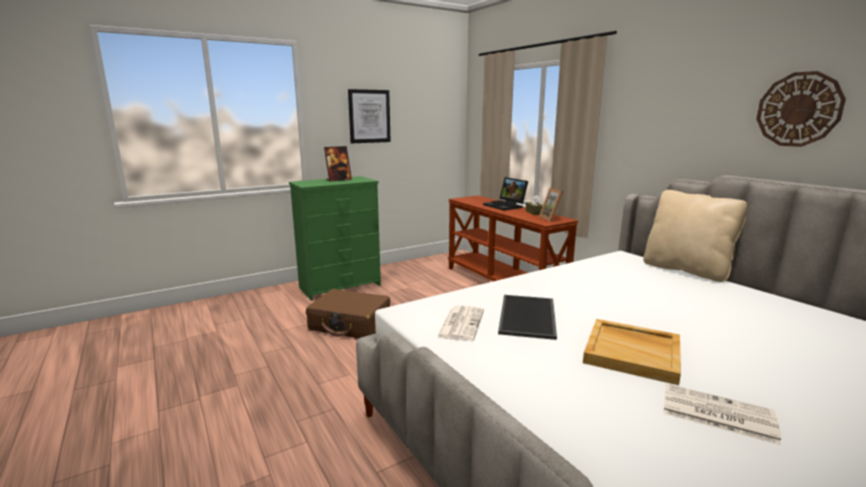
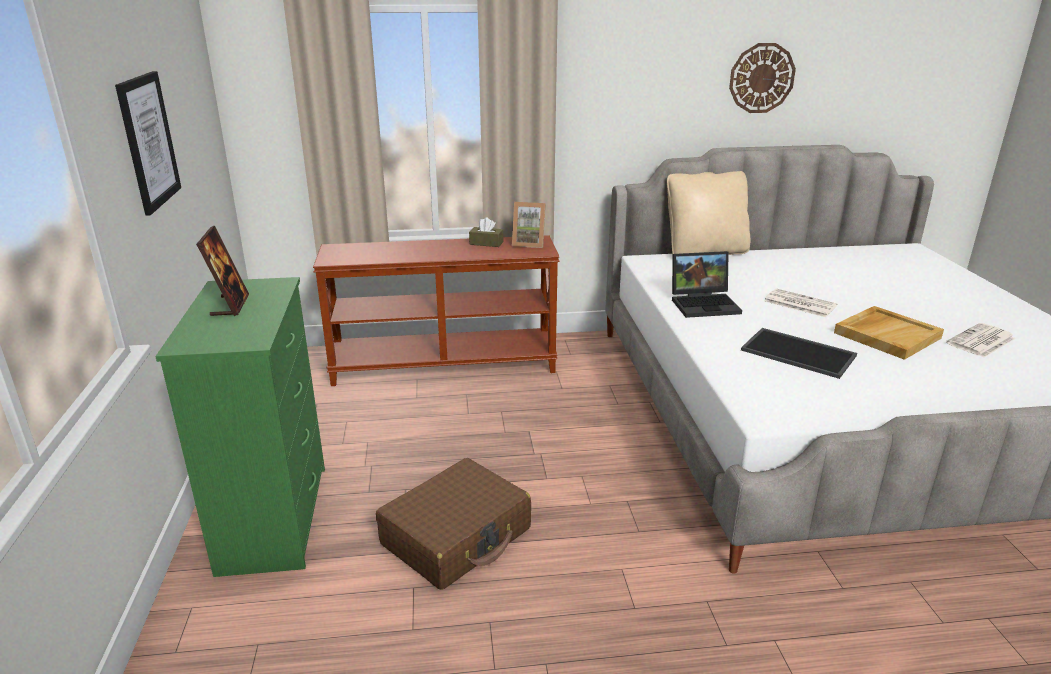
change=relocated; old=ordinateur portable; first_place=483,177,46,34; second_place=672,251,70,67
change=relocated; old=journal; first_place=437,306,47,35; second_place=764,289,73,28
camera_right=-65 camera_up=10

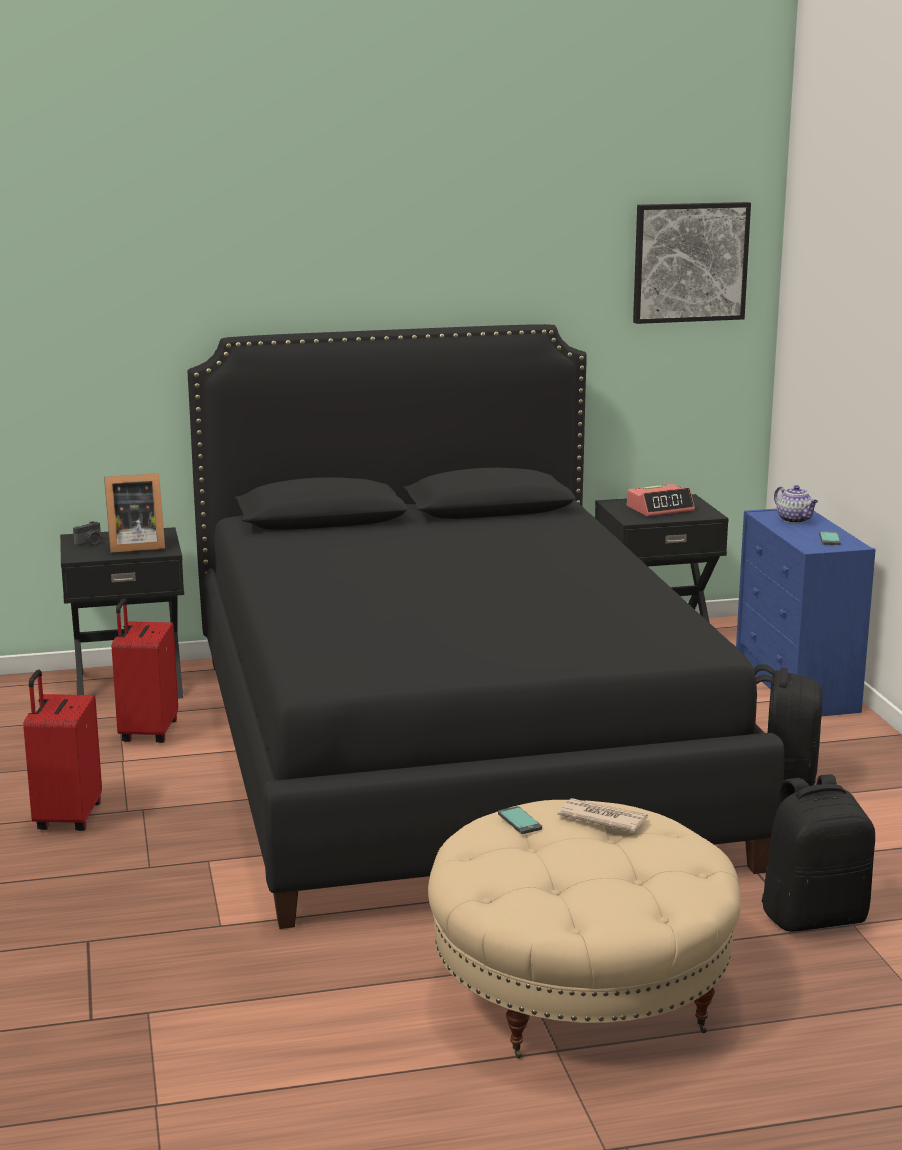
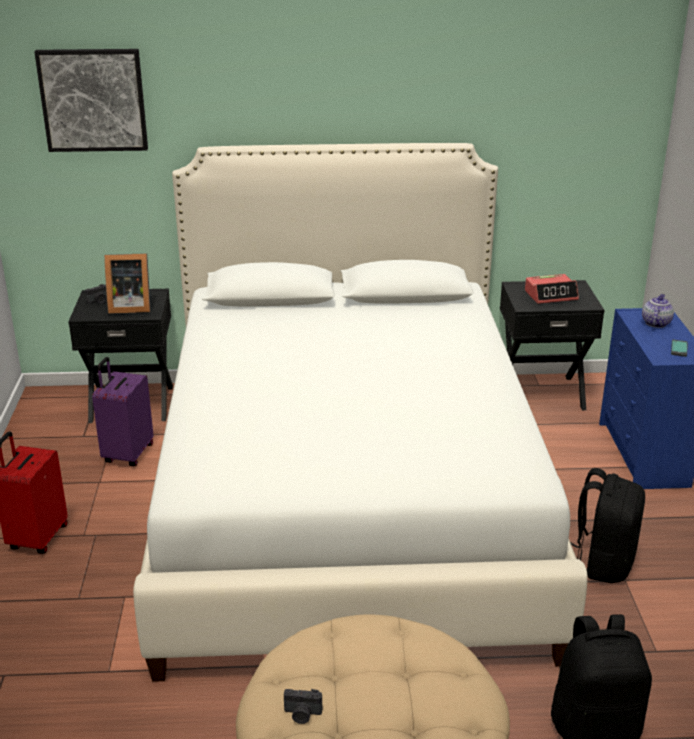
change=relocated; old=tableau; first_place=633,202,118,122; second_place=34,49,114,103
change=colour; old=lit/noir; new=lit/blanc; first_place=188,324,596,605; second_place=133,143,455,539
change=spun; old=théière; first_place=774,485,44,38; second_place=642,294,32,34; degrees=-135
change=colour; old=valise/rouge; new=valise/violet; first_place=112,598,66,145; second_place=92,357,61,109
change=missing; old=journal; first_place=557,798,91,34
change=missing; old=téléphone; first_place=498,806,44,28
change=appeared; new=appareil photo; second_place=284,689,38,35
camera_right=10 camera_up=10

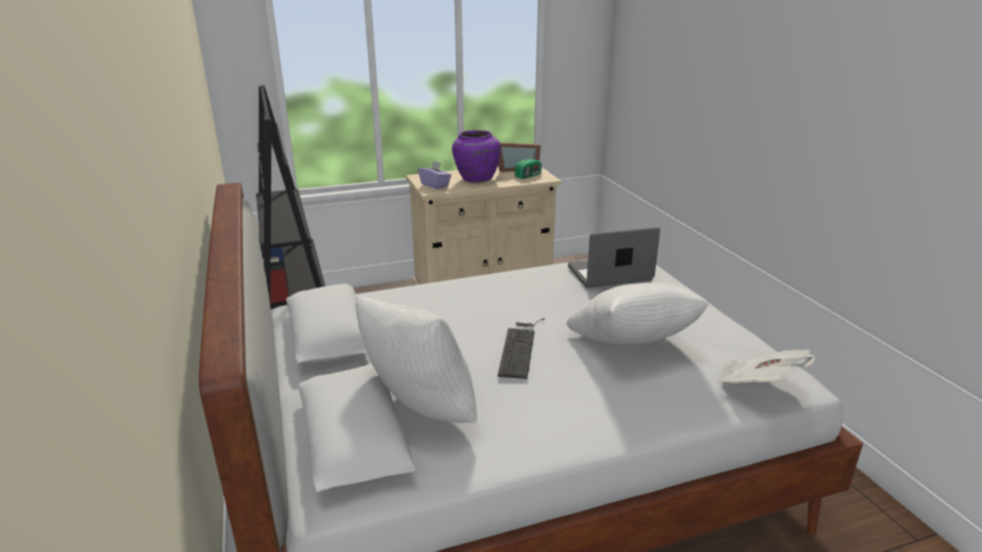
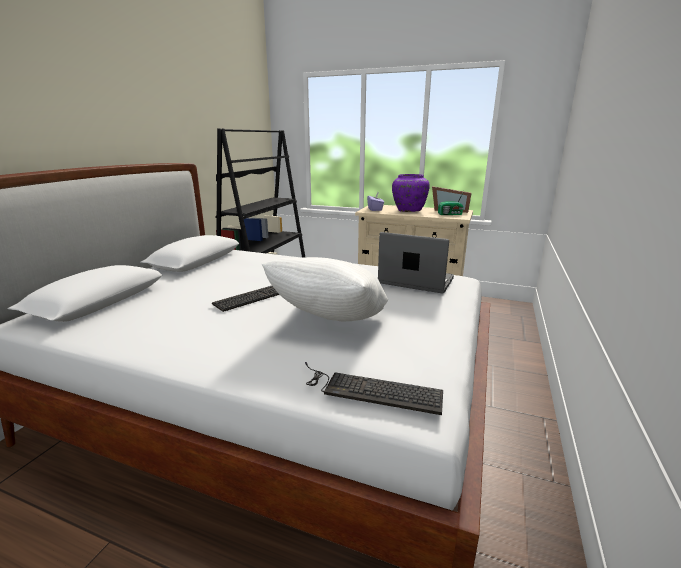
change=missing; old=coussin/blanc; first_place=355,297,122,126
change=exchanged; old=journal; new=clavier; first_place=718,350,97,33; second_place=305,362,138,53
camera_right=40 camera_up=-5

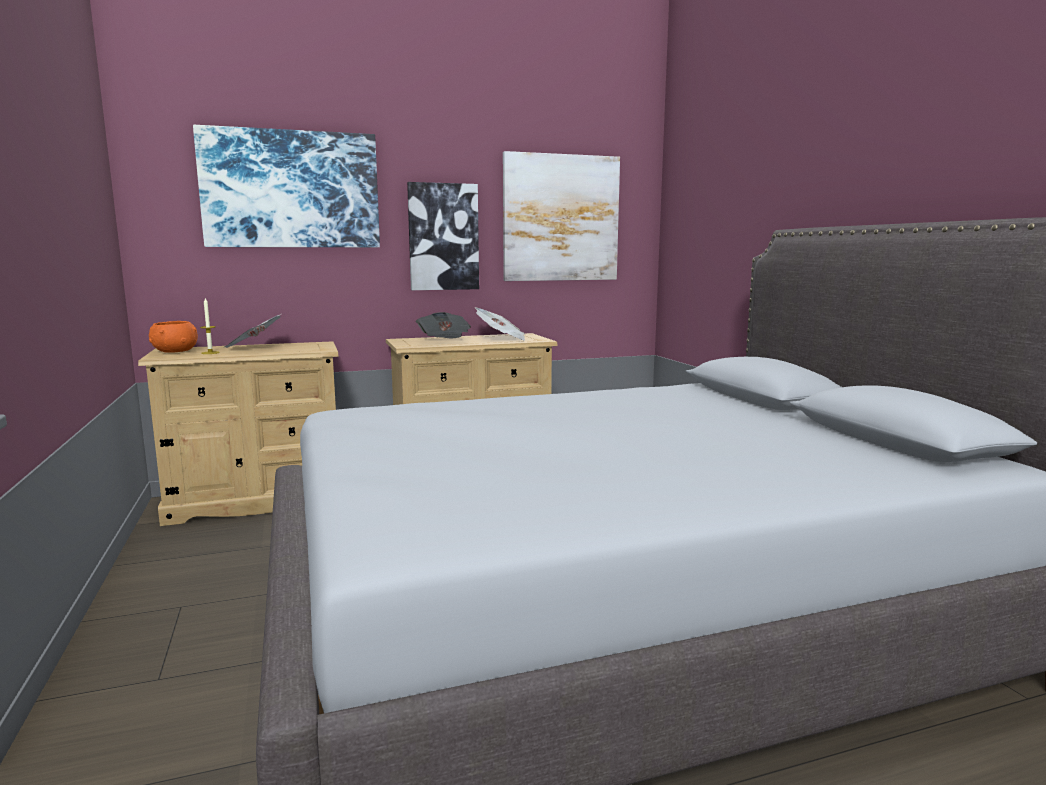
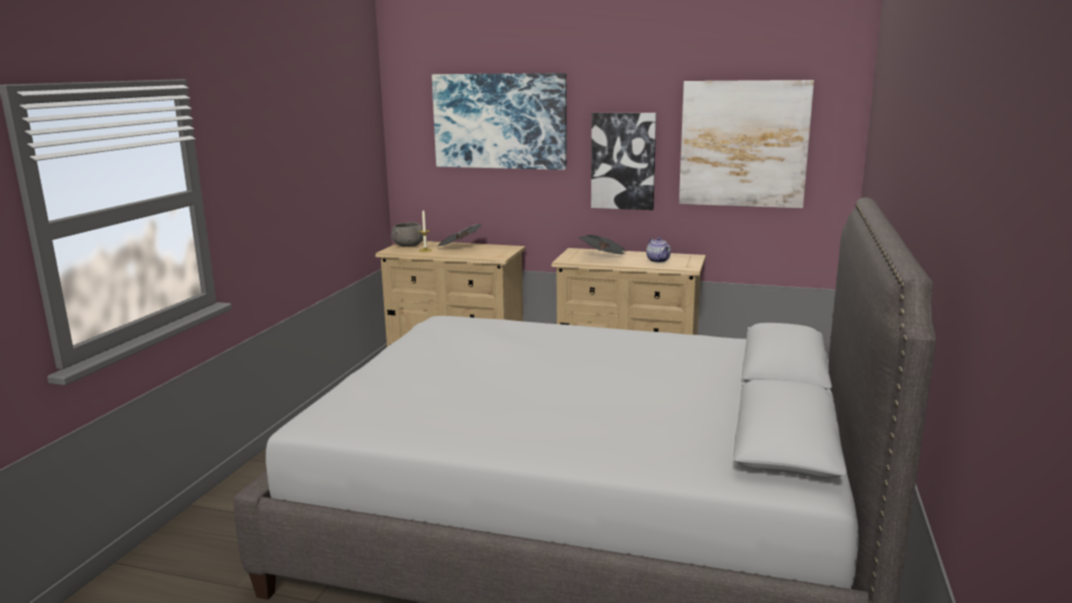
change=exchanged; old=journal; new=théière; first_place=475,307,50,34; second_place=646,237,25,25
change=colour; old=bol/orange; new=bol/gris; first_place=149,321,49,32; second_place=391,222,32,25
camera_right=35 camera_up=5

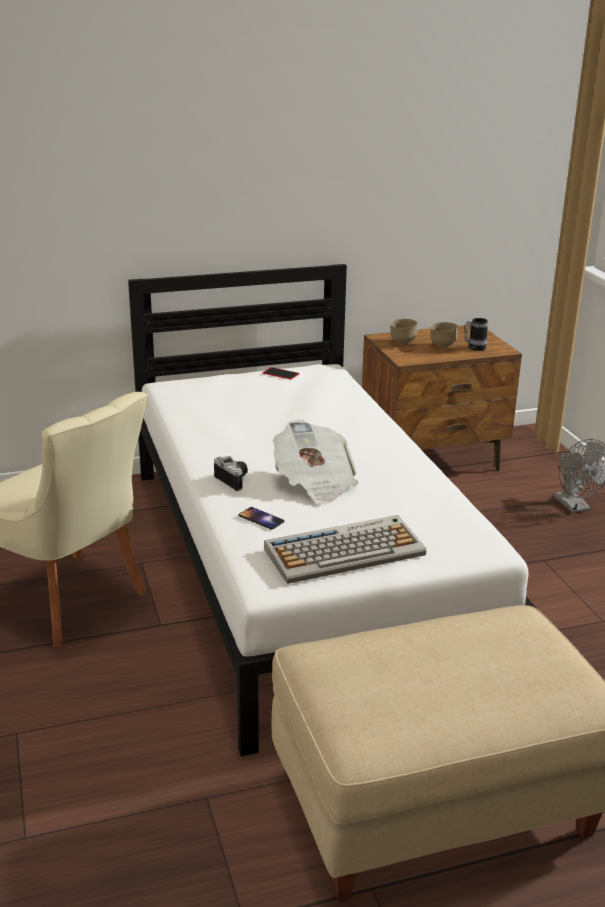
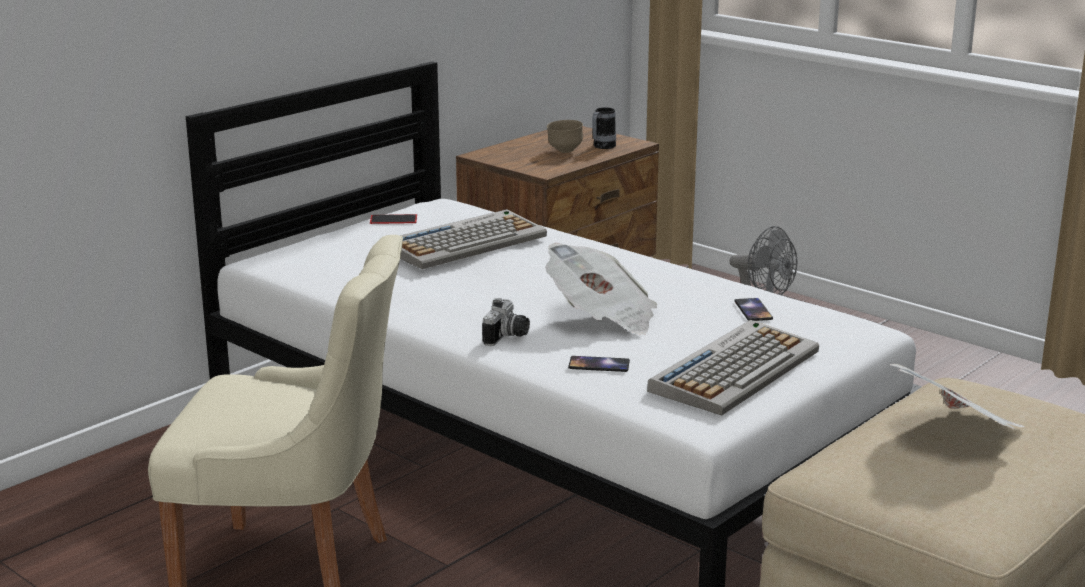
change=missing; old=bol/marron; first_place=390,319,28,26
change=spun; old=appareil photo; first_place=214,456,34,35; second_place=482,298,48,48; degrees=90
change=appeared; new=clavier; second_place=400,209,147,60
change=appeared; new=téléphone; second_place=734,298,39,23
change=appeared; new=journal; second_place=889,364,136,65
camera_right=-30 camera_up=-5

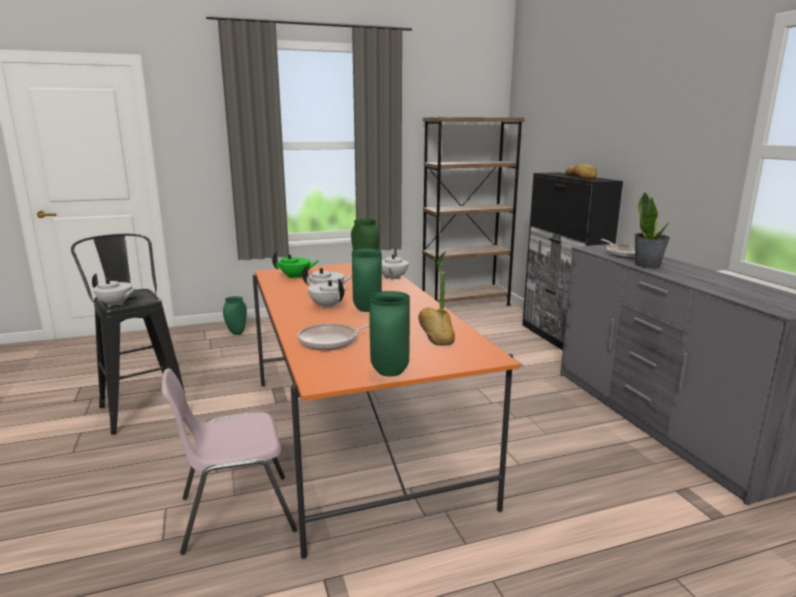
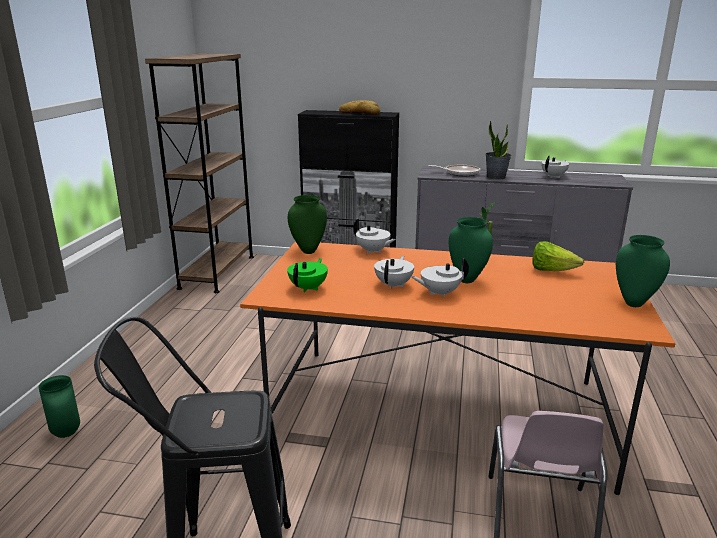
change=relocated; old=théière/blanc; first_place=92,273,44,34; second_place=541,156,28,22
change=exchanged; old=pain; new=laitue; first_place=418,307,37,38; second_place=532,241,52,30
change=missing; old=poêle; first_place=298,323,72,27
camera_right=-60 camera_up=5

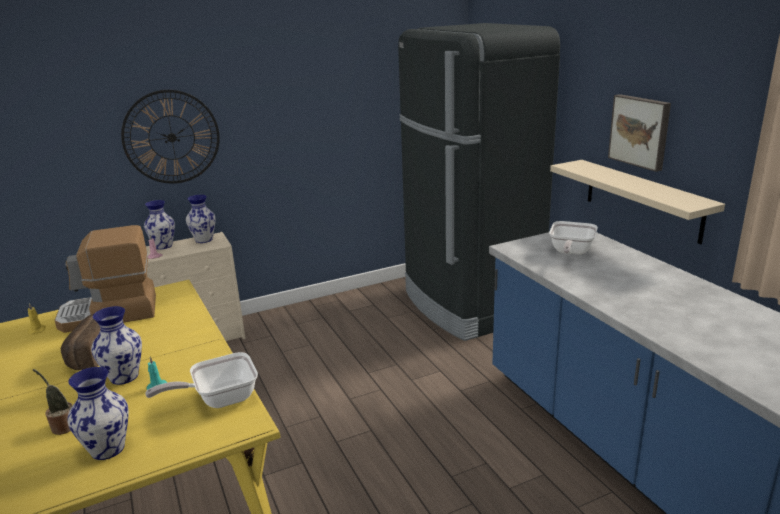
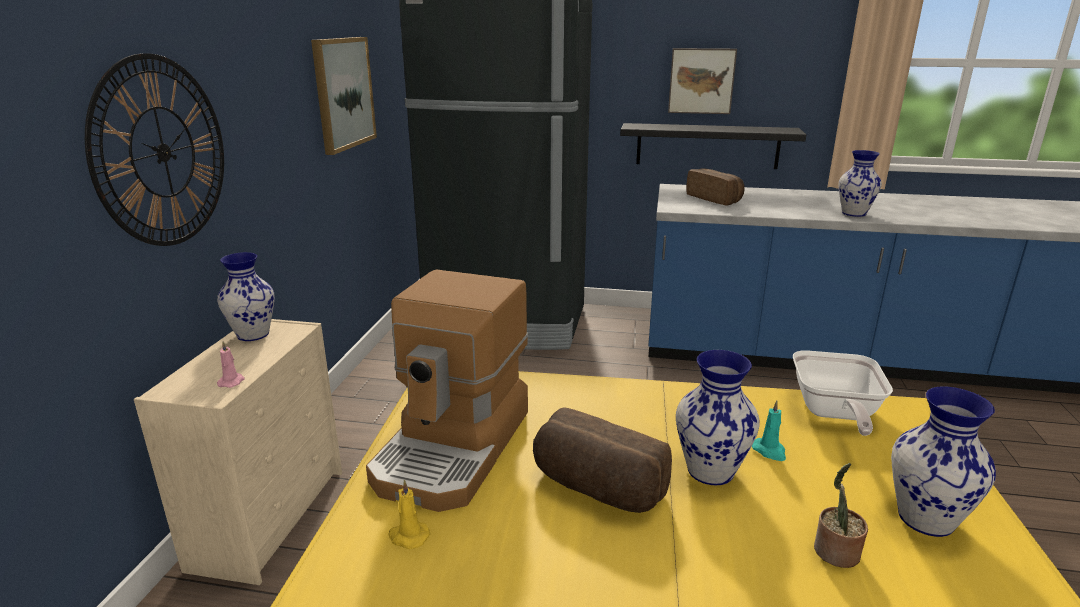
change=colour; old=étagère/beige; new=étagère/noir; first_place=550,160,175,85; second_place=620,123,186,46
change=relocated; old=vase; first_place=144,200,31,50; second_place=838,150,44,67
change=exchanged; old=poêle; new=pain; first_place=549,221,49,34; second_place=686,168,59,38
change=appeared; new=tableau; second_place=311,37,66,118
camera_right=-55 camera_up=0

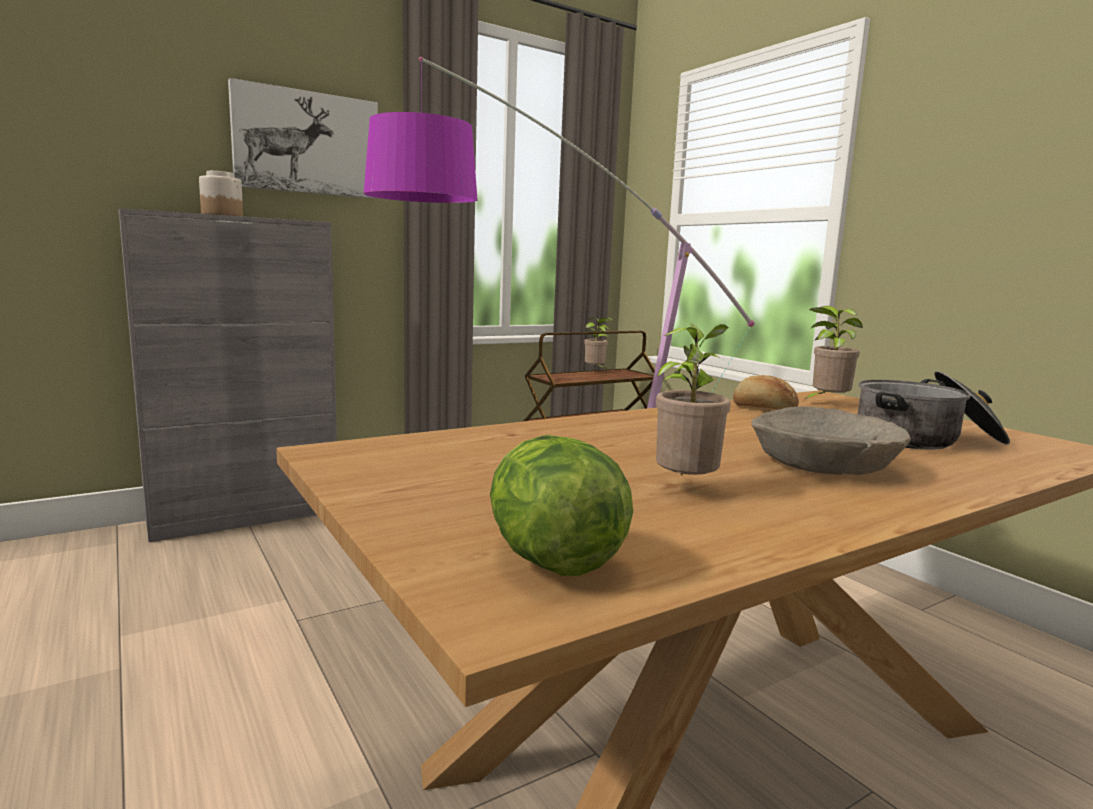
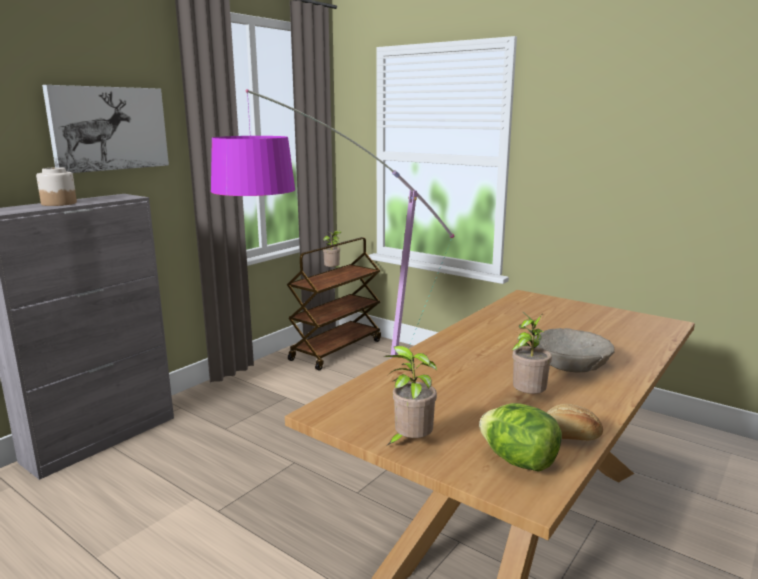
change=relocated; old=plante en pot; first_place=803,306,60,95; second_place=383,346,54,99
change=missing; old=marmite; first_place=858,371,152,79
change=relocated; old=pain; first_place=733,375,66,35; second_place=547,404,56,36
camera_right=-20 camera_up=5

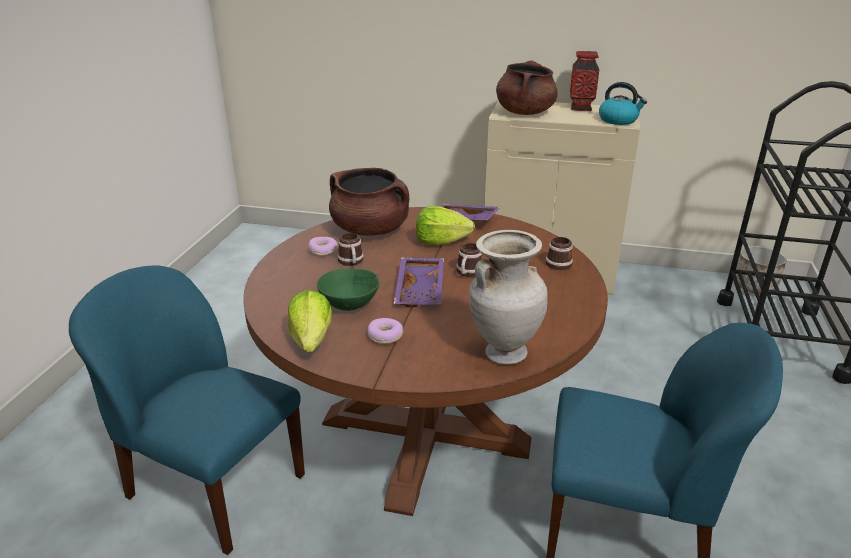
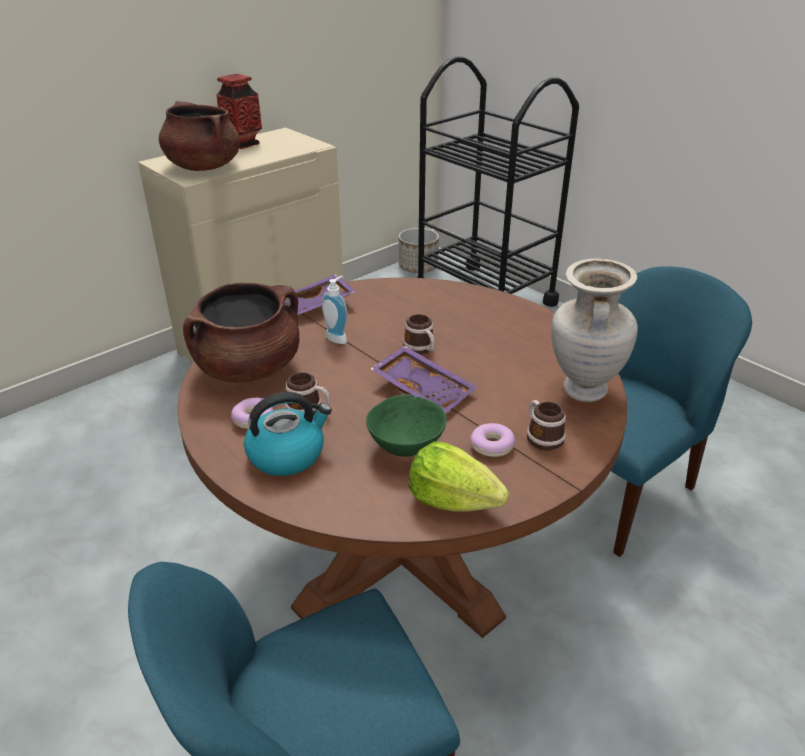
change=relocated; old=bouilloire; first_place=599,82,48,43; second_place=244,392,88,84
change=exchanged; old=laitue; new=distributeur de savon; first_place=416,206,59,39; second_place=322,276,26,68
change=relocated; old=mug; first_place=546,237,27,33; second_place=527,400,39,50
camera_right=-55 camera_up=5

